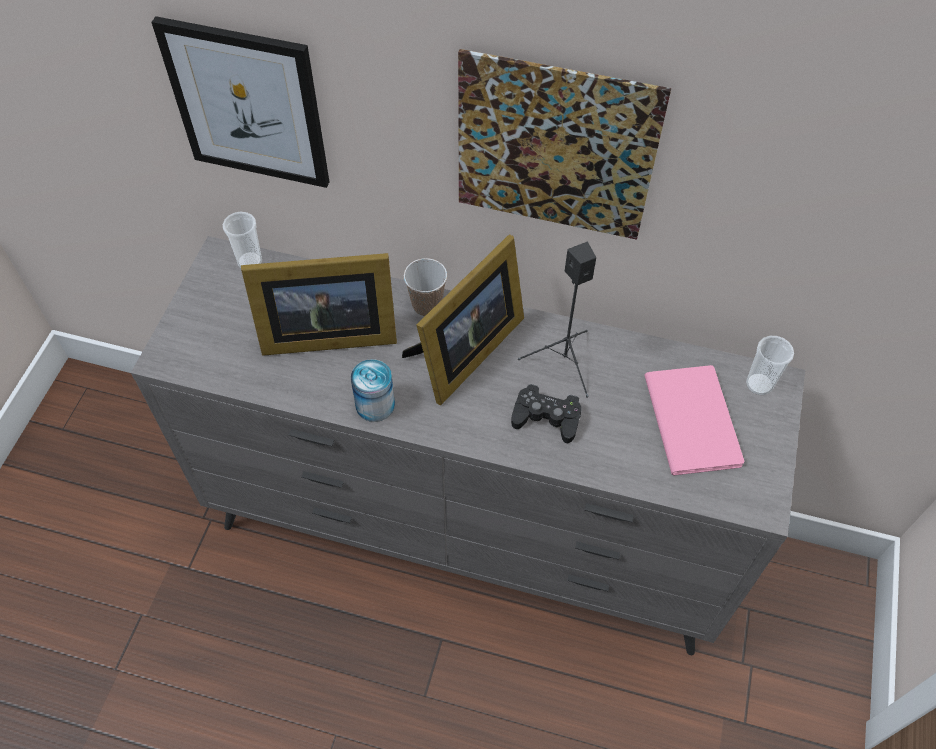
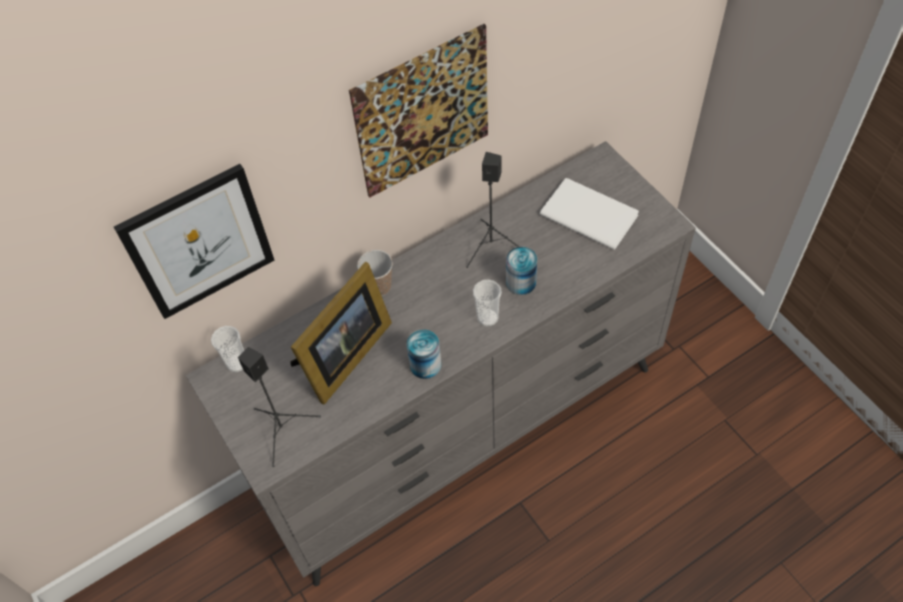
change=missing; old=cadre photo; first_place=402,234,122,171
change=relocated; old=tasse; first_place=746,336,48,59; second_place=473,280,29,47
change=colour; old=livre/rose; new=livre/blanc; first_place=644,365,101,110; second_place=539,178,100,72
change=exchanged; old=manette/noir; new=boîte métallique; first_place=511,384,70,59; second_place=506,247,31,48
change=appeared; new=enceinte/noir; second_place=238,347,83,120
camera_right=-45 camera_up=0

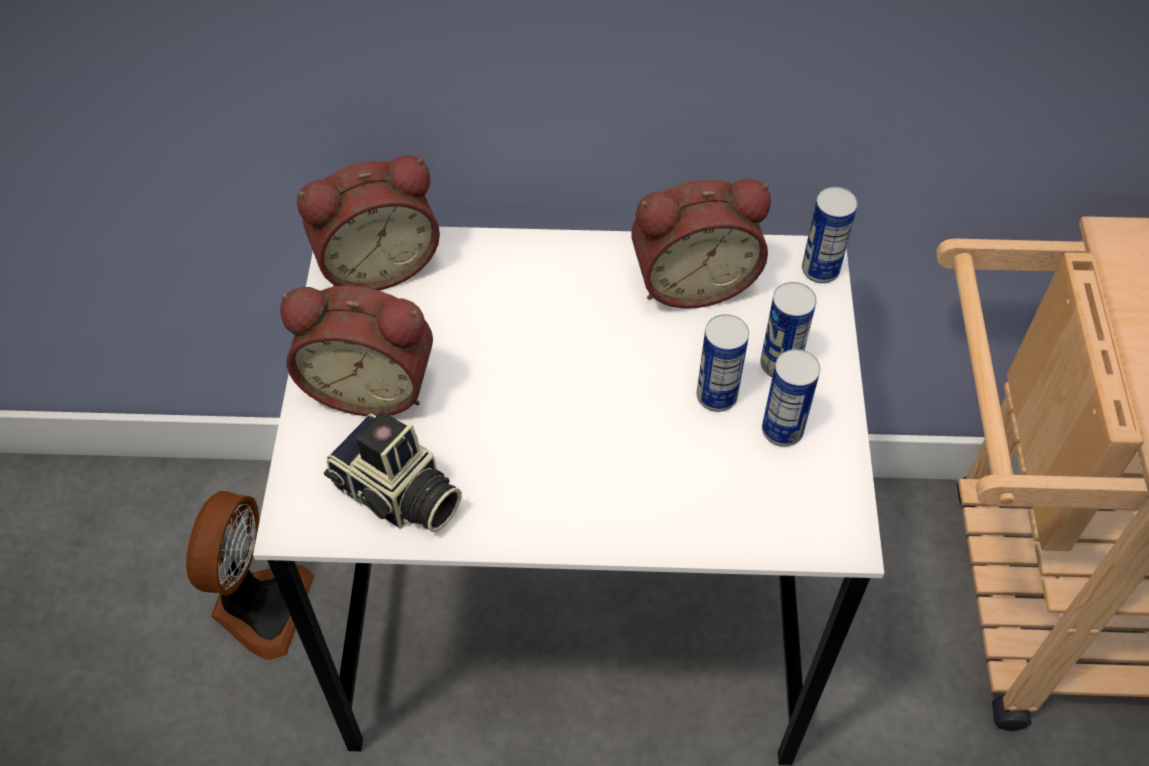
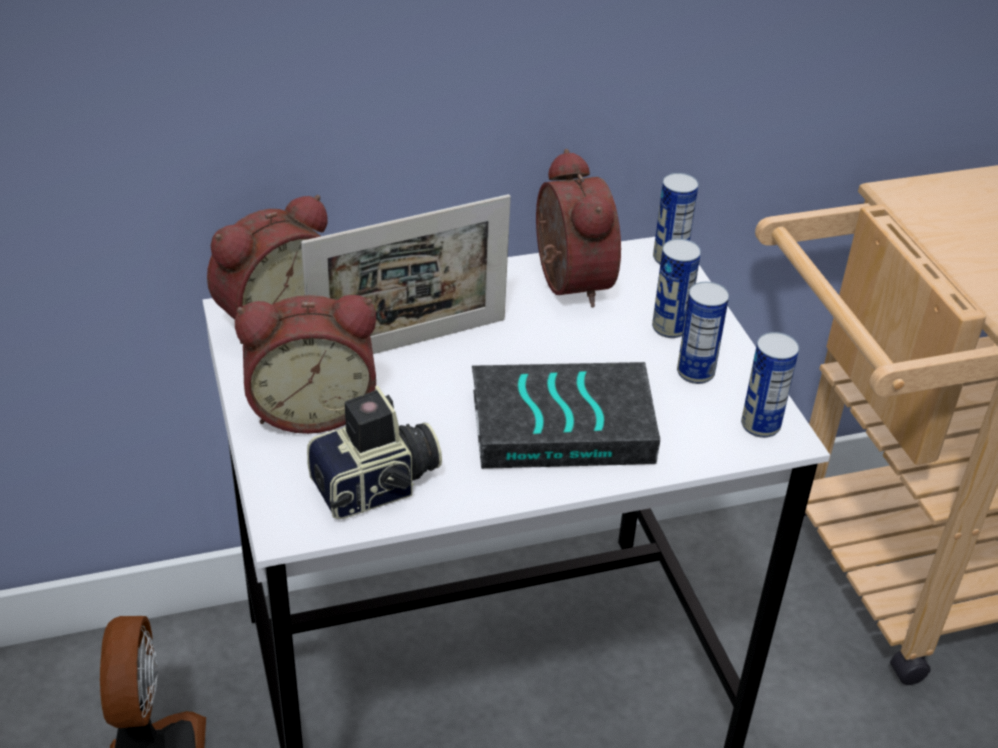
change=spun; old=réveil; first_place=631,179,140,130; second_place=536,149,85,159; degrees=-75
change=relocated; old=boîte métallique; first_place=697,314,52,98; second_place=741,332,58,106
change=spun; old=appareil photo; first_place=324,411,138,121; second_place=307,386,135,133; degrees=-45
change=appeared; new=cadre photo; second_place=301,194,210,160
change=appeared; new=livre; second_place=472,362,188,107
camera_right=-20 camera_up=-15

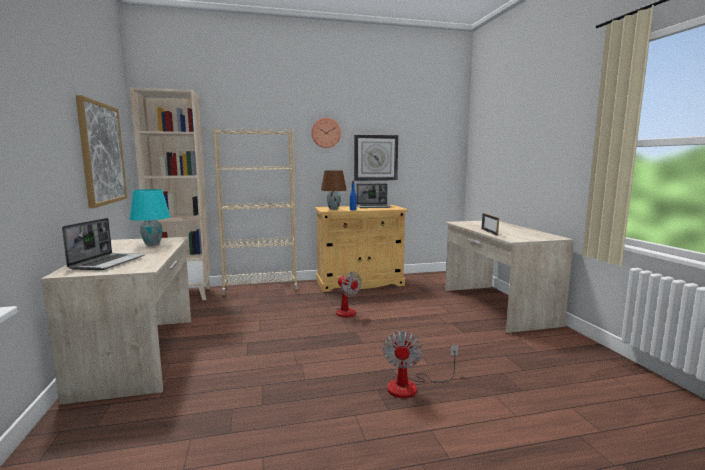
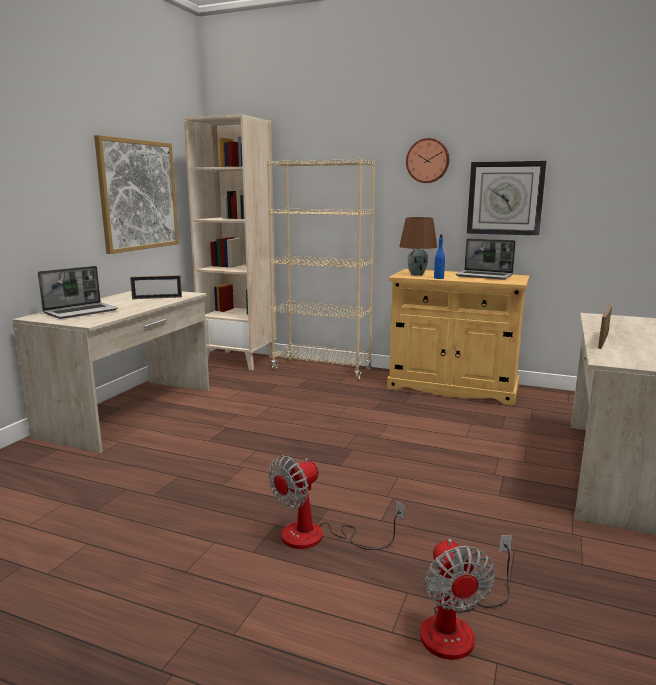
change=exchanged; old=lampe de table/turquoise; new=cadre photo; first_place=129,189,41,57; second_place=130,275,52,24
change=relocated; old=ventilateur; first_place=336,272,25,45; second_place=420,535,92,125
camera_right=35 camera_up=5

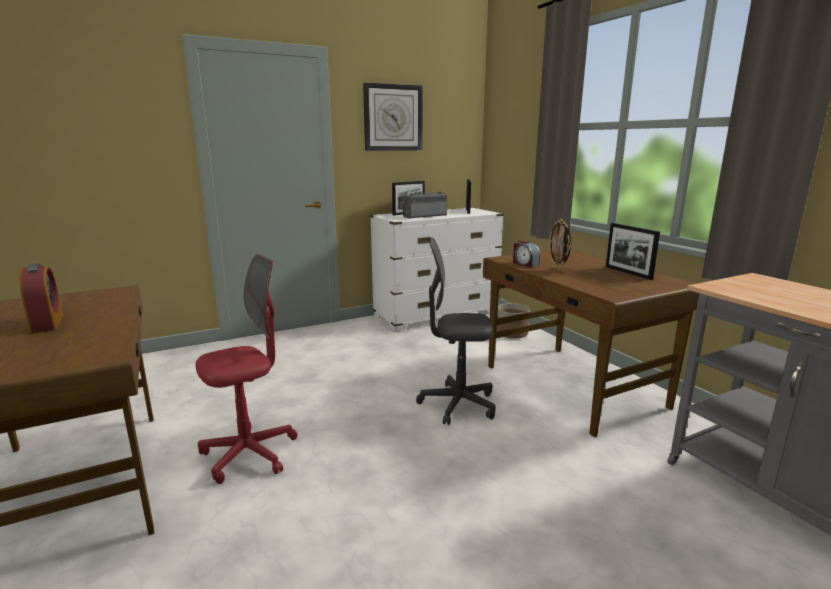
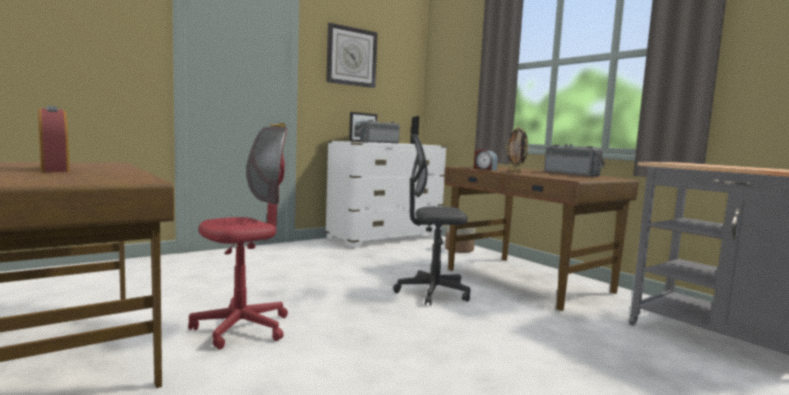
change=exchanged; old=cadre photo; new=radio; first_place=606,223,54,57; second_place=544,144,61,33
camera_right=-10 camera_up=-10

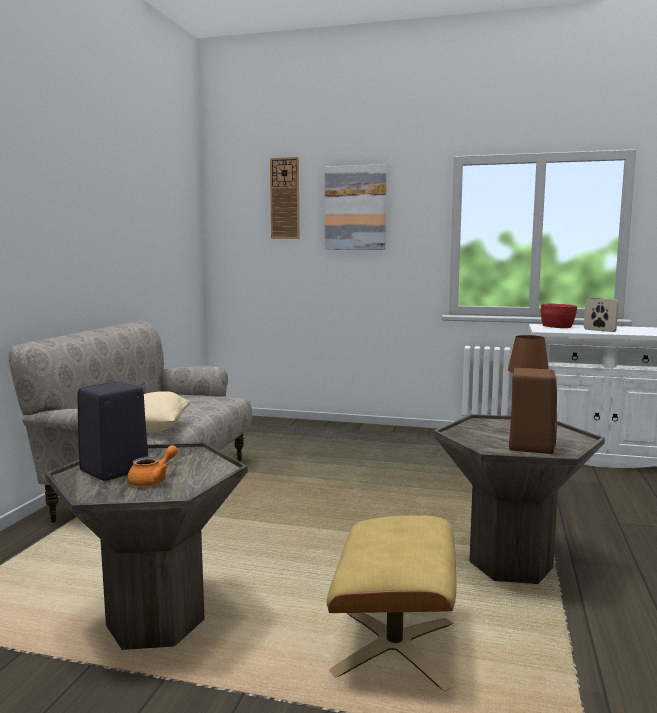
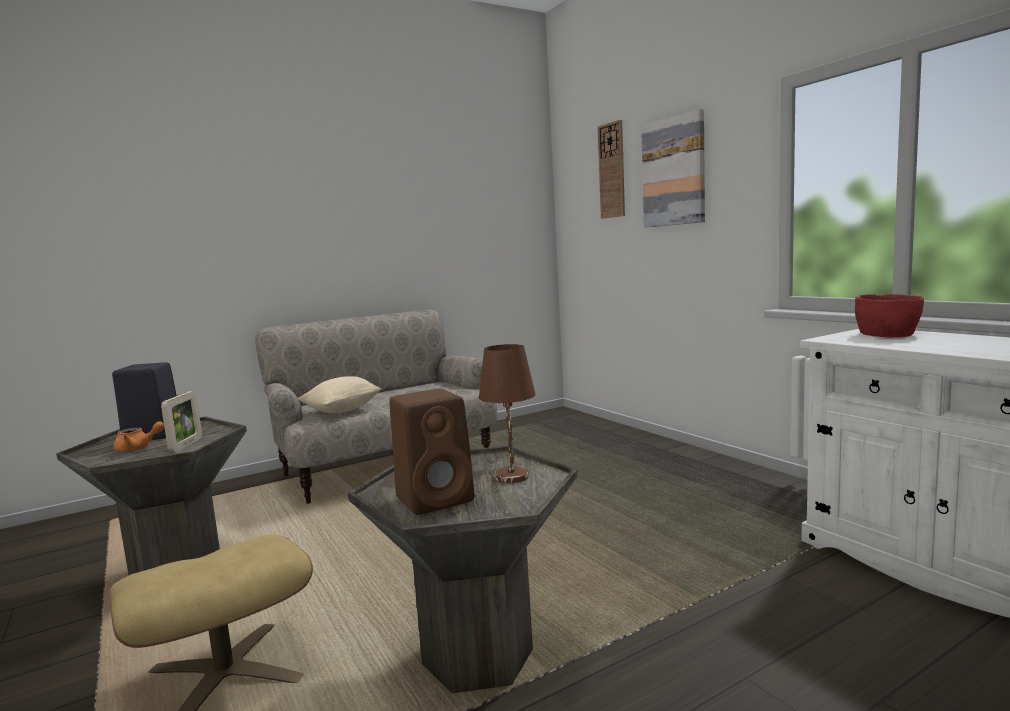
change=relocated; old=cadre photo; first_place=584,298,35,34; second_place=161,391,41,61
camera_right=45 camera_up=0

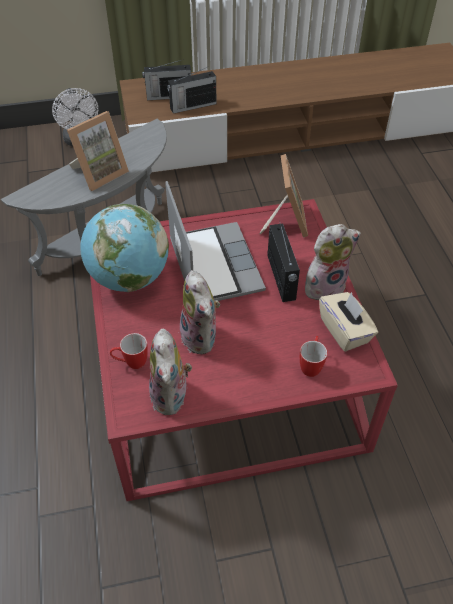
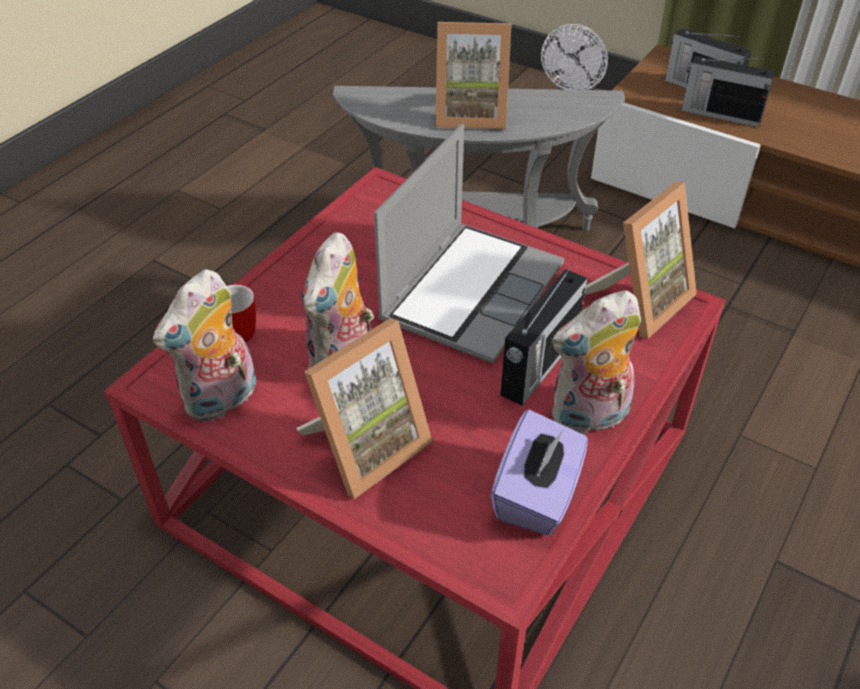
change=missing; old=globe; first_place=80,204,89,88
change=spun; old=peluche; first_place=305,224,56,76; second_place=552,290,89,145; degrees=135
change=colour; old=boîte à mouchoirs/beige; new=boîte à mouchoirs/violet; first_place=319,292,59,60; second_place=491,410,97,126
change=missing; old=mug; first_place=300,336,28,41
change=appeared; new=cadre photo; second_place=296,318,136,181
camera_right=45 camera_up=-5

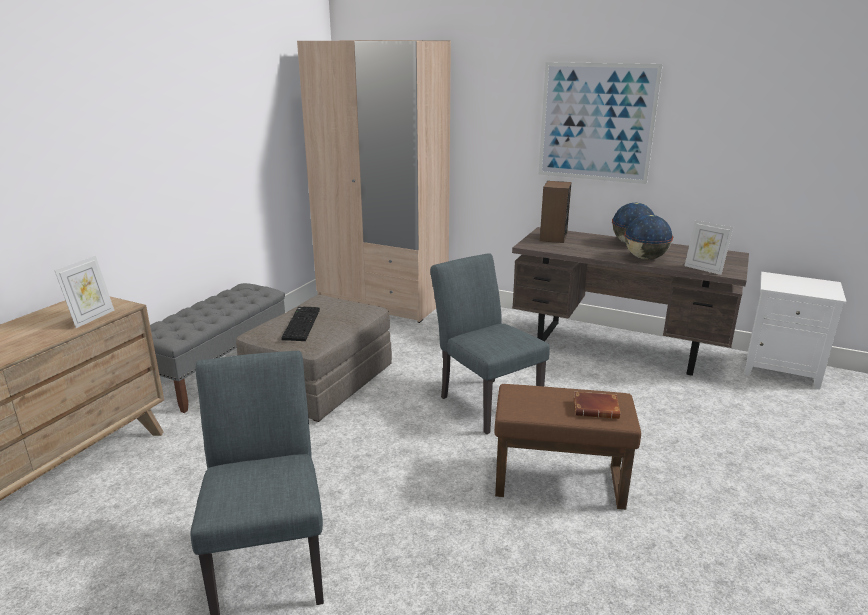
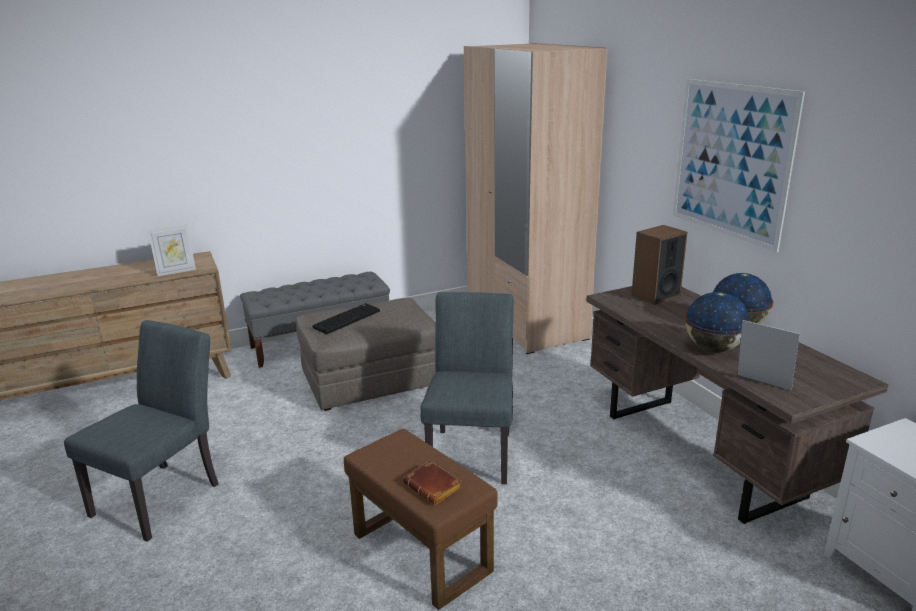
change=spun; old=cadre photo; first_place=684,220,49,55; second_place=738,320,62,70; degrees=135
camera_right=40 camera_up=0

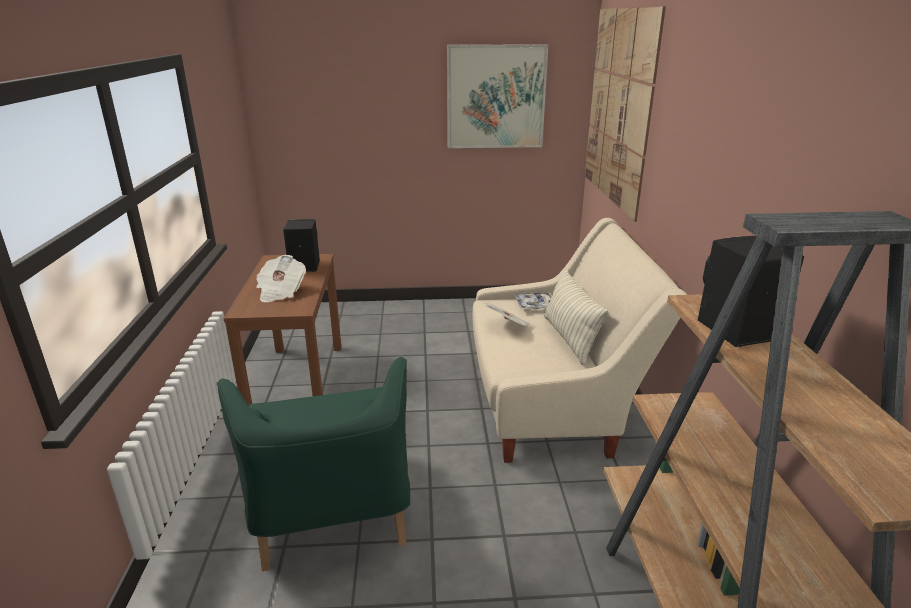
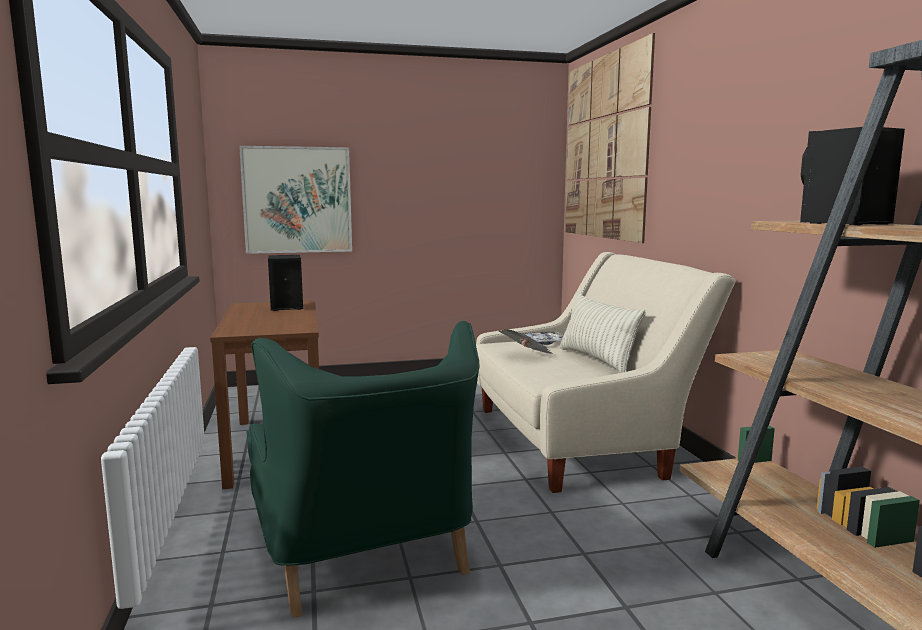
change=relocated; old=tableau; first_place=447,45,101,103; second_place=239,146,113,108
change=missing; old=journal; first_place=256,255,50,47
camera_right=-10 camera_up=-15

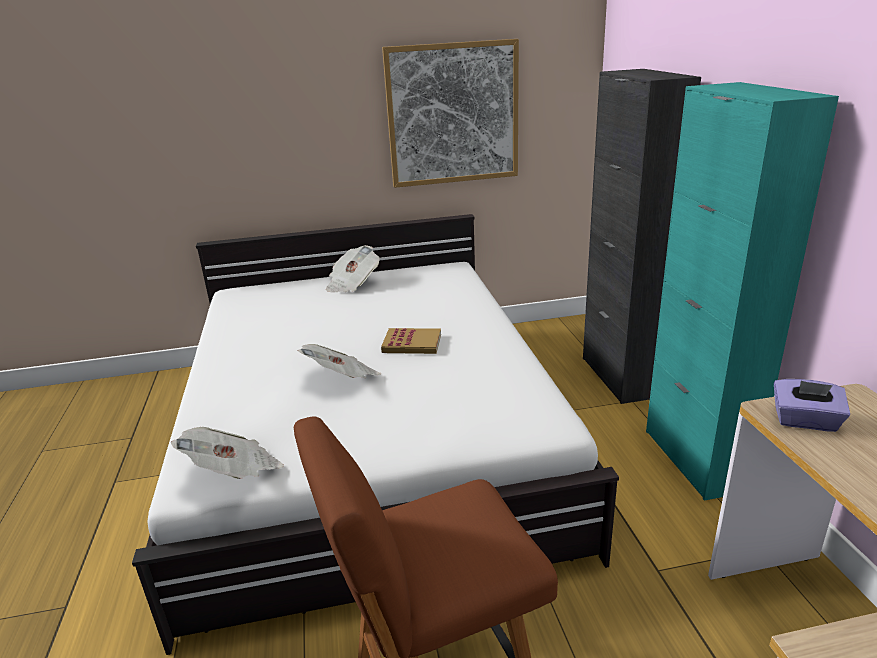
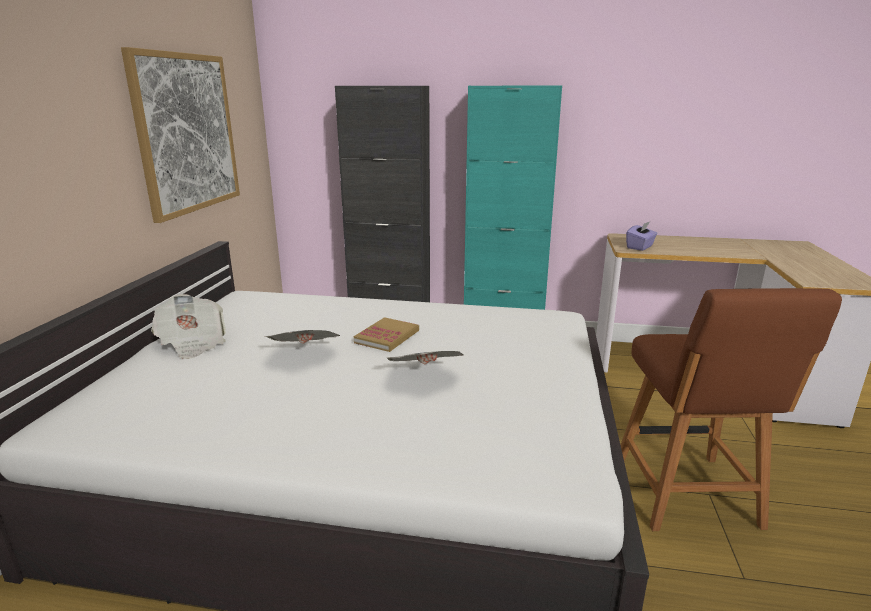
change=relocated; old=journal; first_place=171,427,113,52; second_place=264,330,76,14
camera_right=-70 camera_up=-5

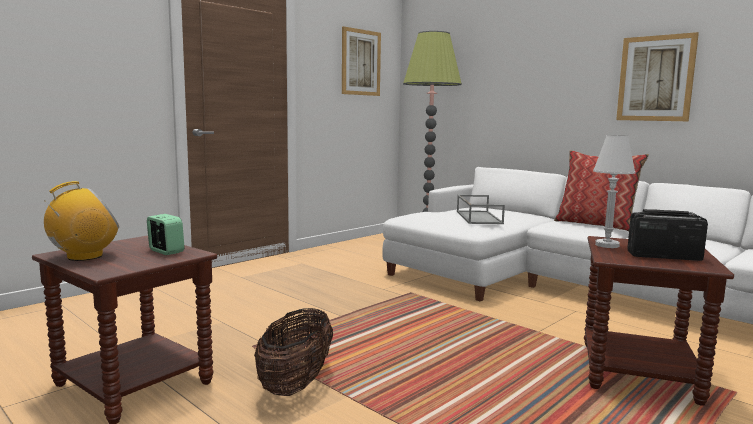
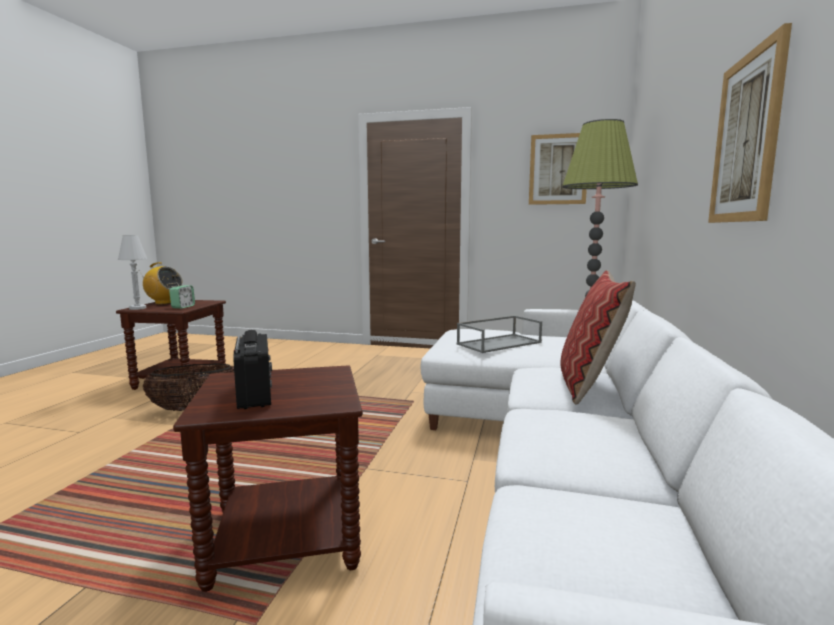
change=relocated; old=lampe de table/blanc; first_place=593,135,42,113; second_place=118,235,30,75
camera_right=60 camera_up=0

